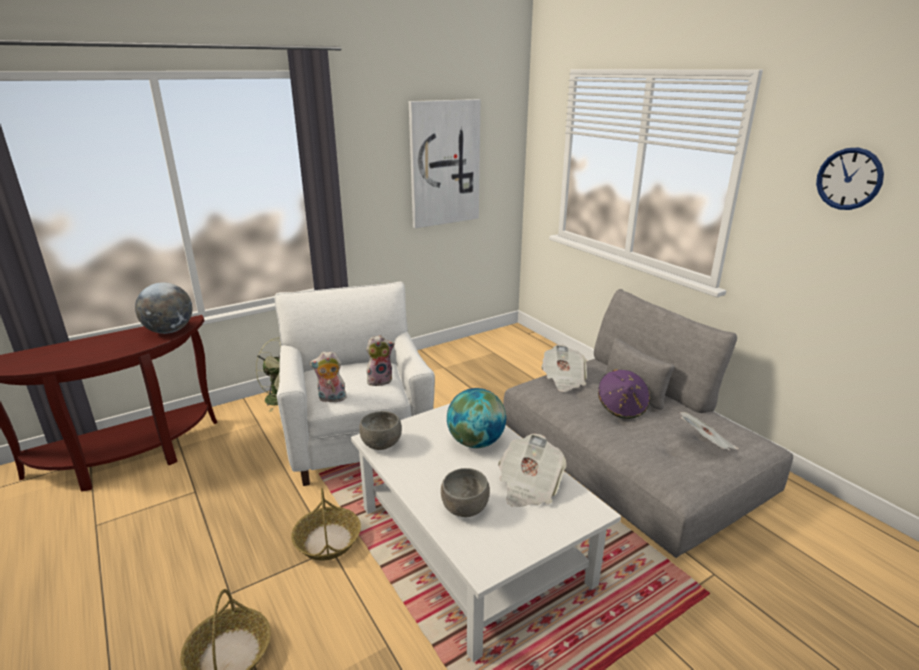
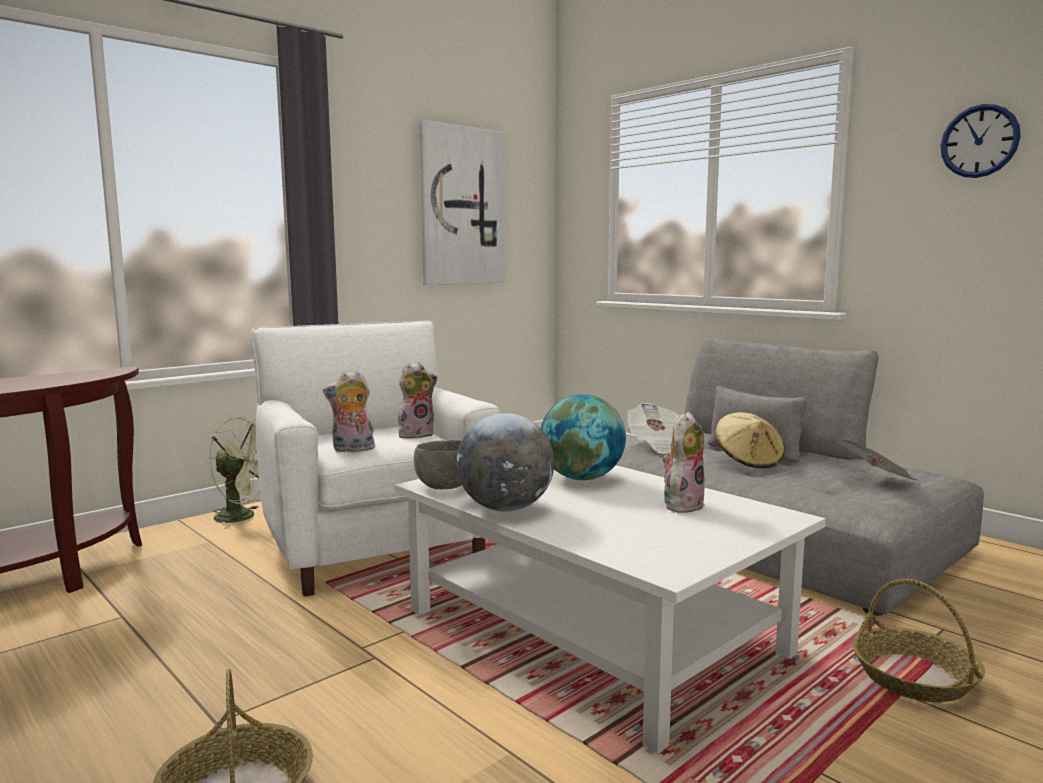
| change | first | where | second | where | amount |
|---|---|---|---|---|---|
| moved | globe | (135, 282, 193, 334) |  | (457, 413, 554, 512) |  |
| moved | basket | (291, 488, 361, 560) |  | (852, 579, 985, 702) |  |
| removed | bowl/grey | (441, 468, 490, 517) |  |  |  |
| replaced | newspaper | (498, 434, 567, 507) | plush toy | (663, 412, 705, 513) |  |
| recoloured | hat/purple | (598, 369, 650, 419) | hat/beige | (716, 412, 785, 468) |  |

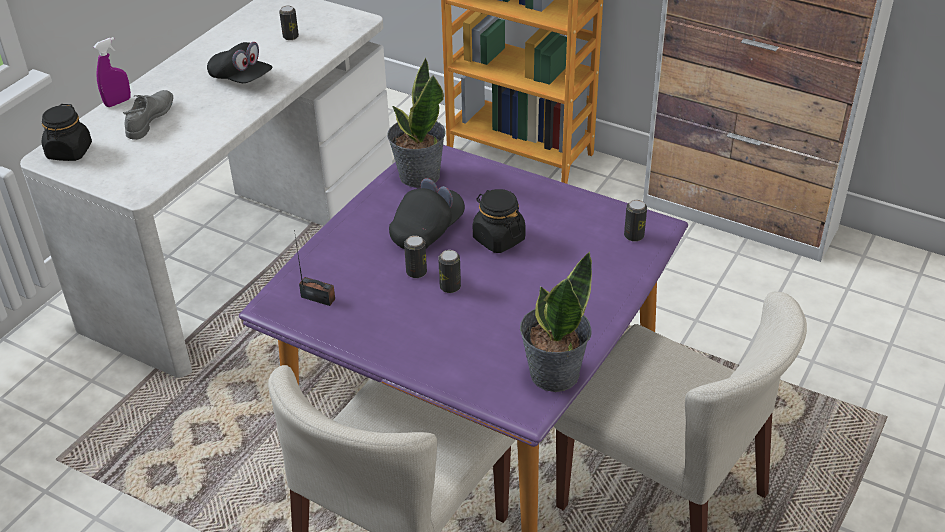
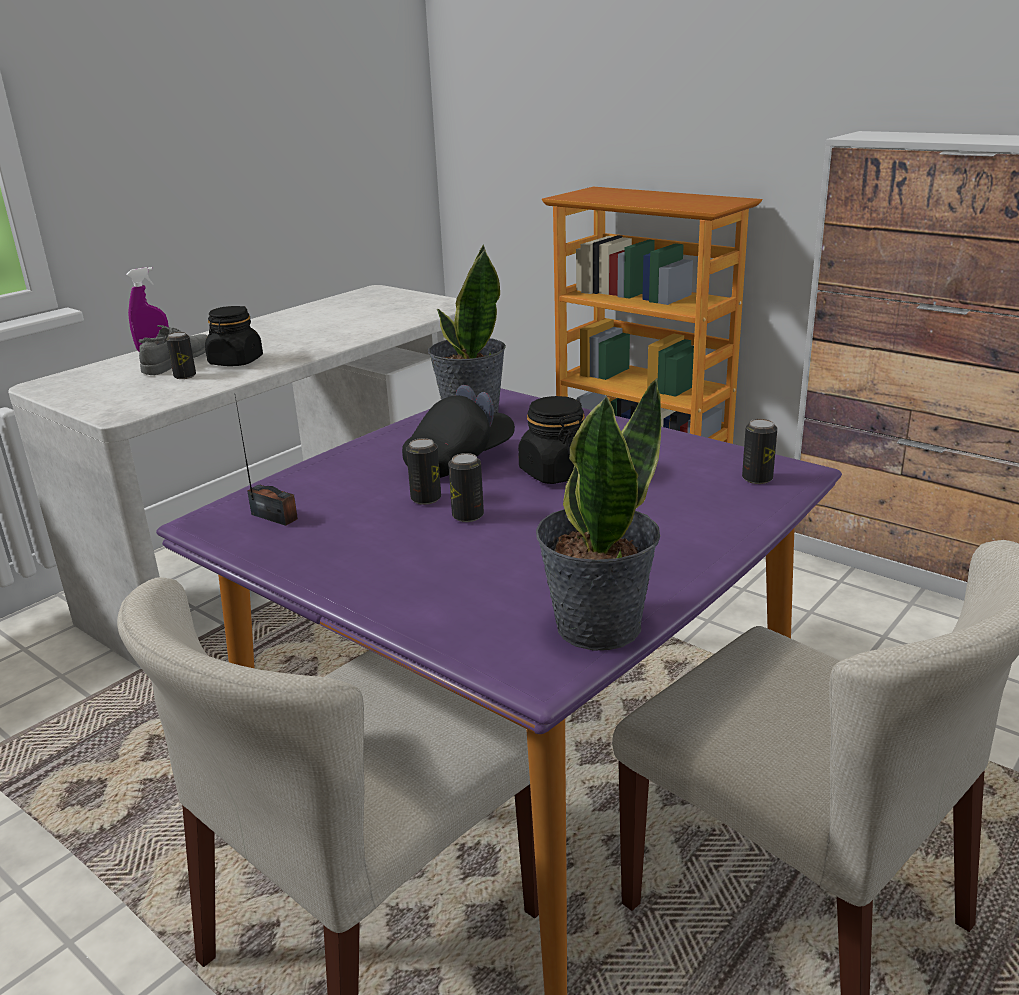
| change | first | where | second | where | amount |
|---|---|---|---|---|---|
| moved | jar/black | (42, 104, 92, 161) |  | (205, 306, 263, 366) |  |
| removed | cap/black | (207, 42, 273, 83) |  |  |  |
| moved | can | (279, 6, 299, 40) |  | (166, 332, 196, 379) |  |

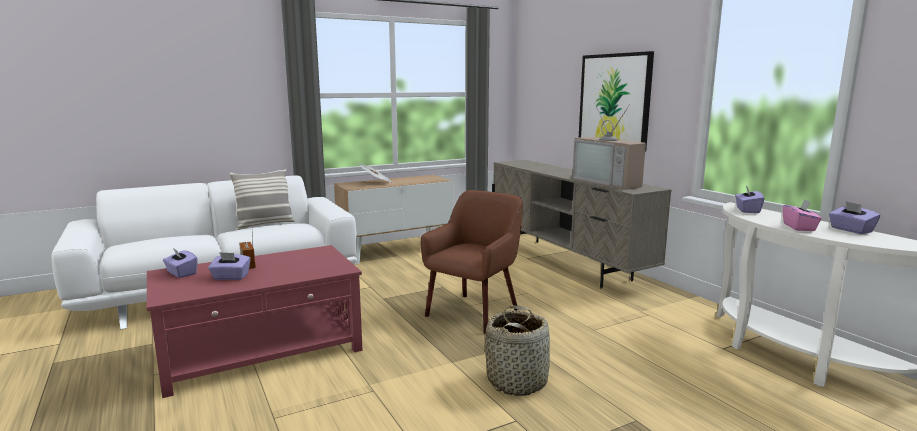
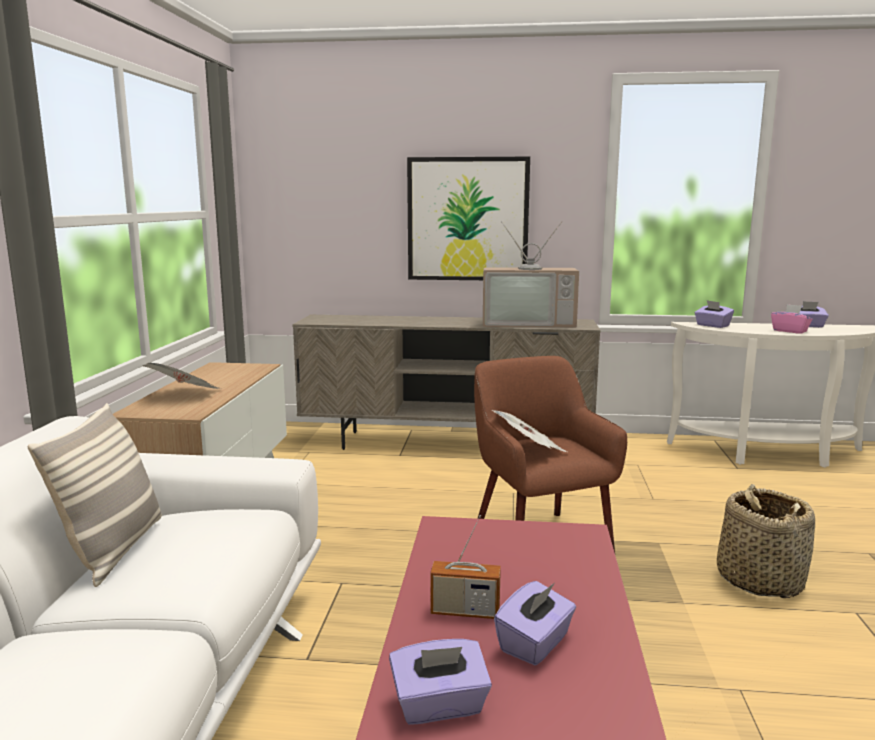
| change | first | where | second | where | amount |
|---|---|---|---|---|---|
| added |  |  | newspaper | (492, 410, 567, 452) |  |

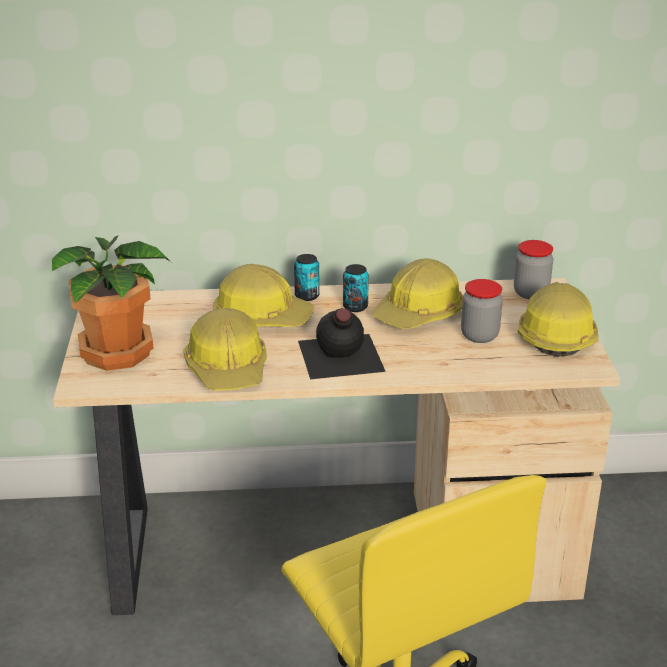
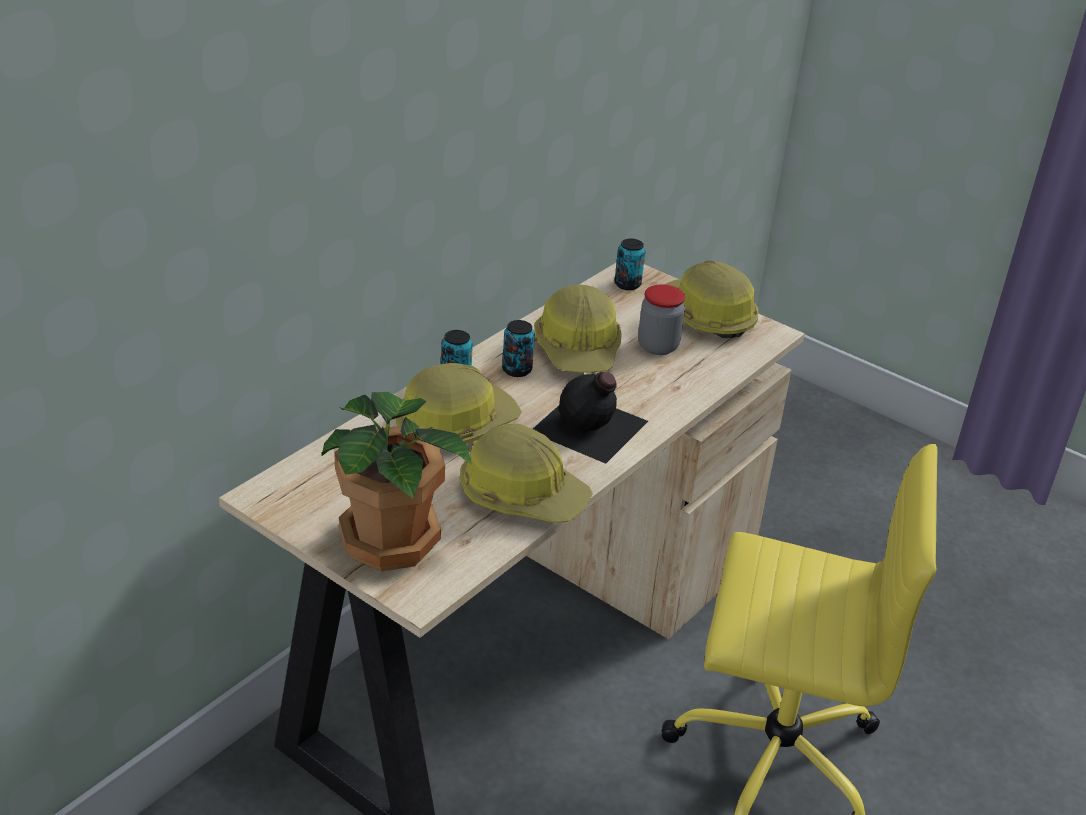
| change | first | where | second | where | amount |
|---|---|---|---|---|---|
| replaced | jar | (514, 240, 553, 299) | can | (615, 239, 645, 290) |  |

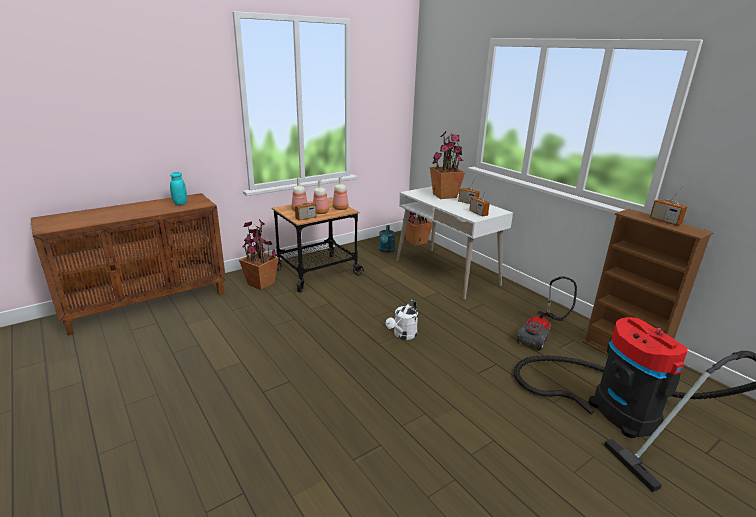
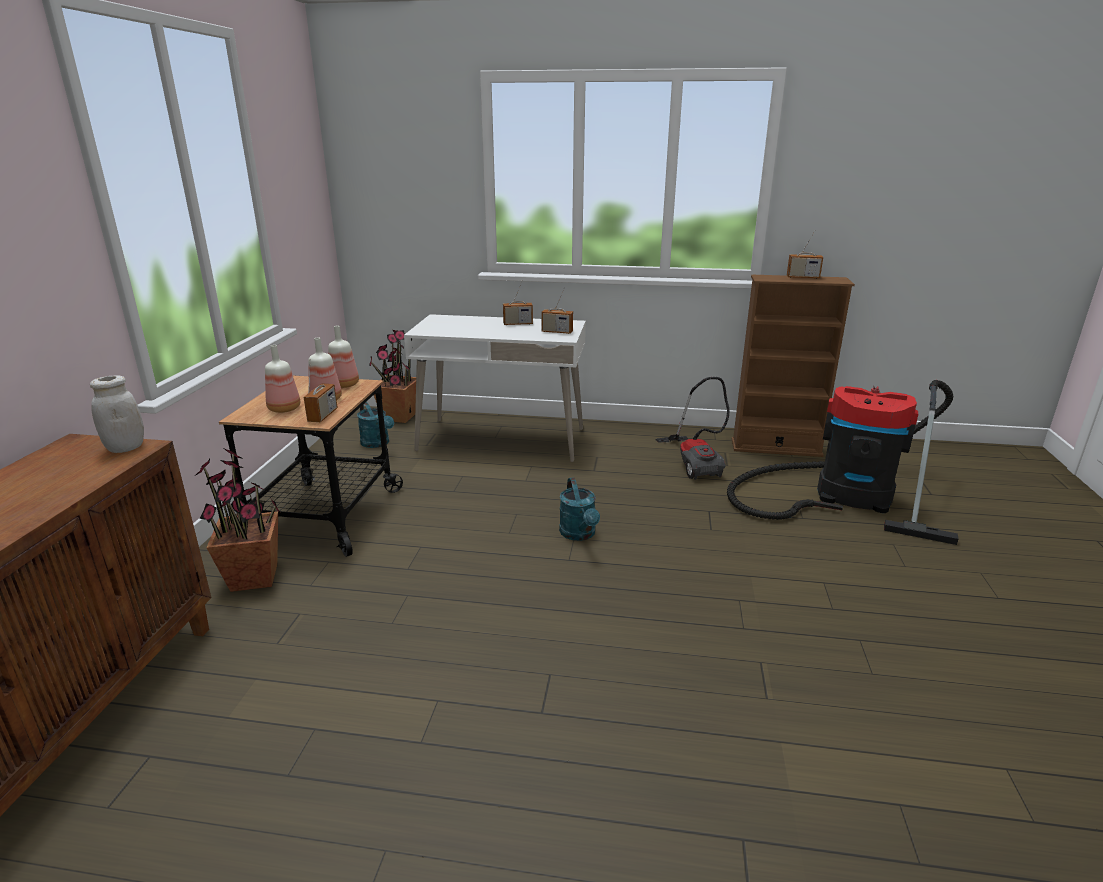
| change | first | where | second | where | amount |
|---|---|---|---|---|---|
| removed | jar/turquoise | (170, 172, 187, 205) |  |  |  |
| recoloured | watering can/white | (386, 300, 418, 340) | watering can/turquoise | (559, 478, 600, 541) |  |
| removed | potted plant | (430, 131, 465, 199) |  |  |  |
| added |  |  | jar/white | (90, 375, 144, 453) |  |

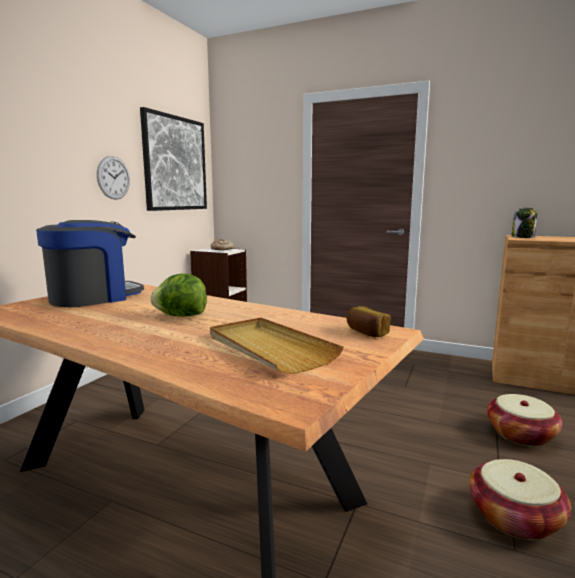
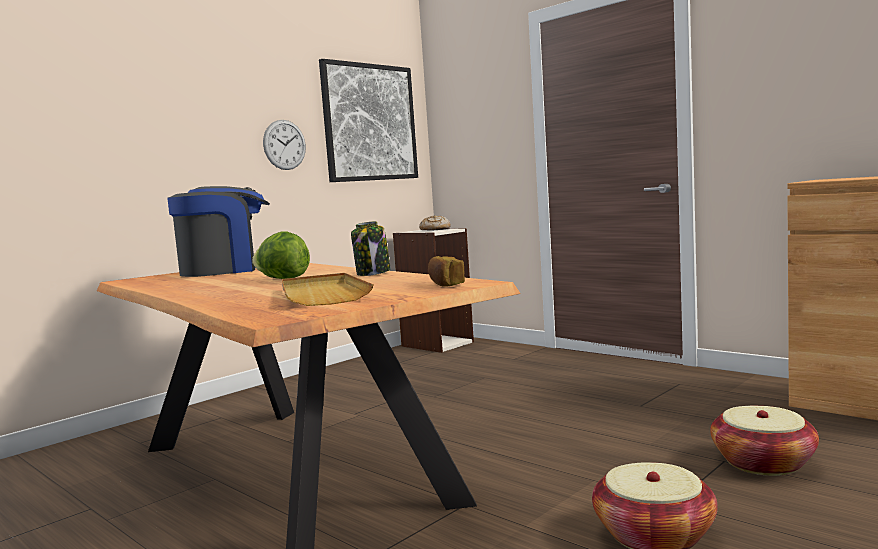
| change | first | where | second | where | amount |
|---|---|---|---|---|---|
| moved | jar | (512, 208, 537, 238) |  | (351, 221, 391, 276) |  |

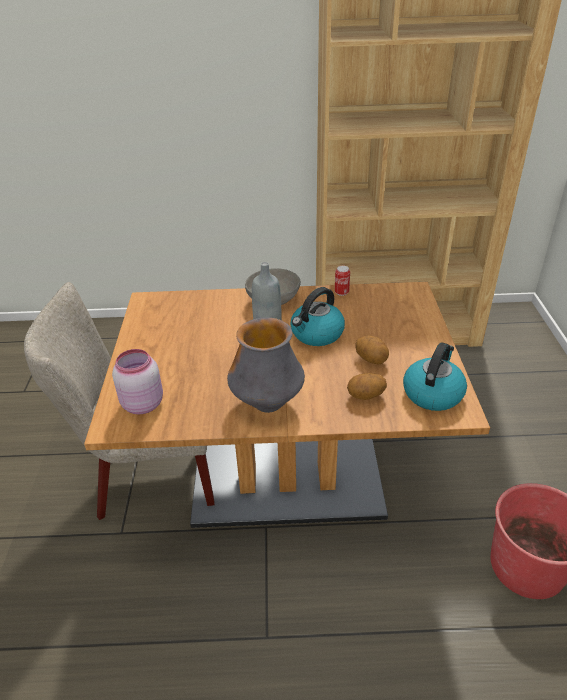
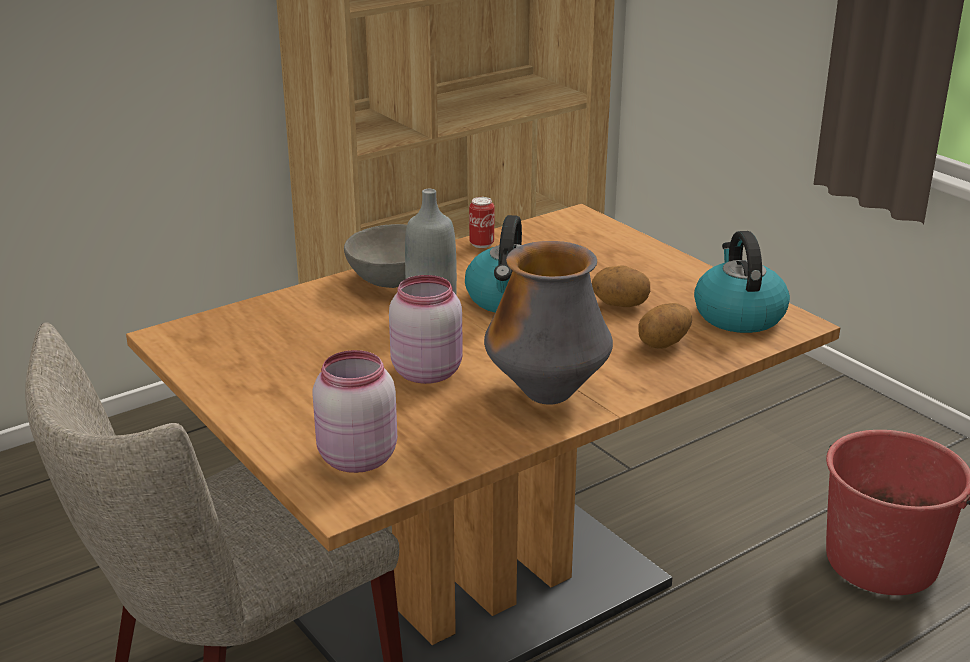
| change | first | where | second | where | amount |
|---|---|---|---|---|---|
| added |  |  | jar/pink | (389, 275, 463, 384) |  |

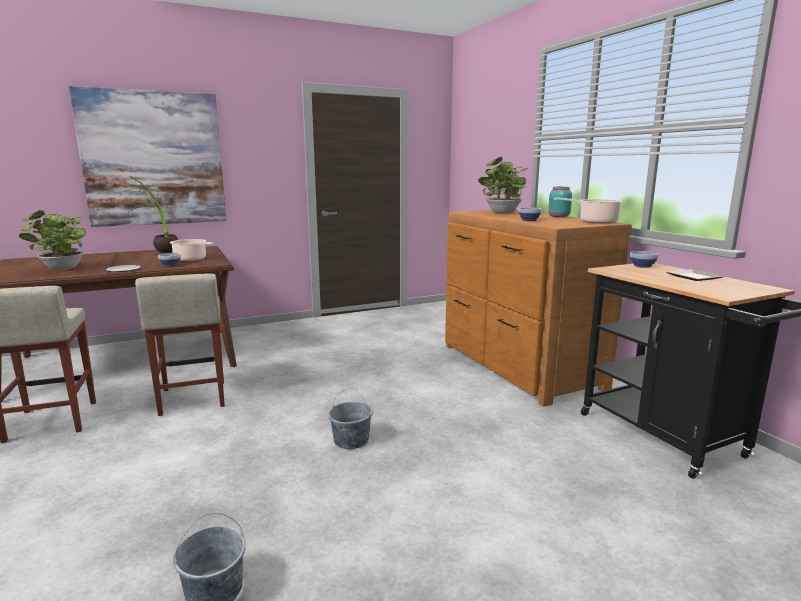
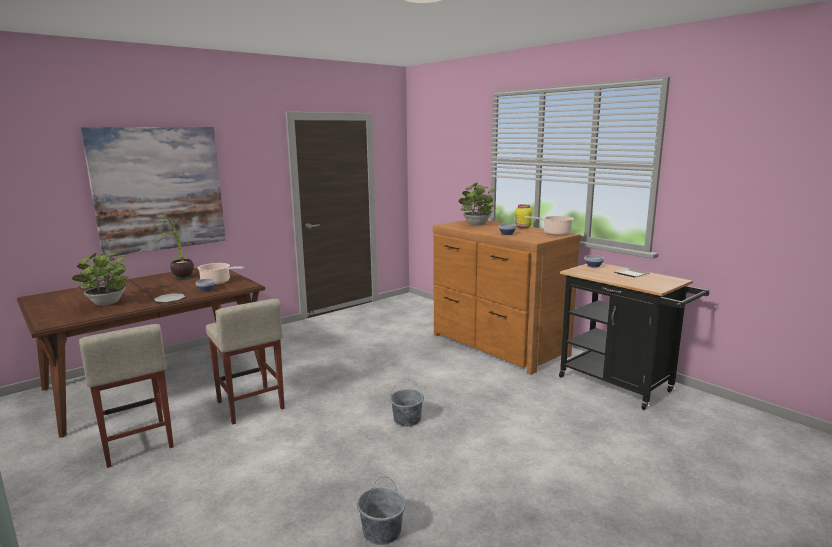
| change | first | where | second | where | amount |
|---|---|---|---|---|---|
| recoloured | jar/turquoise | (548, 187, 572, 217) | jar/yellow | (515, 204, 532, 229) |  |

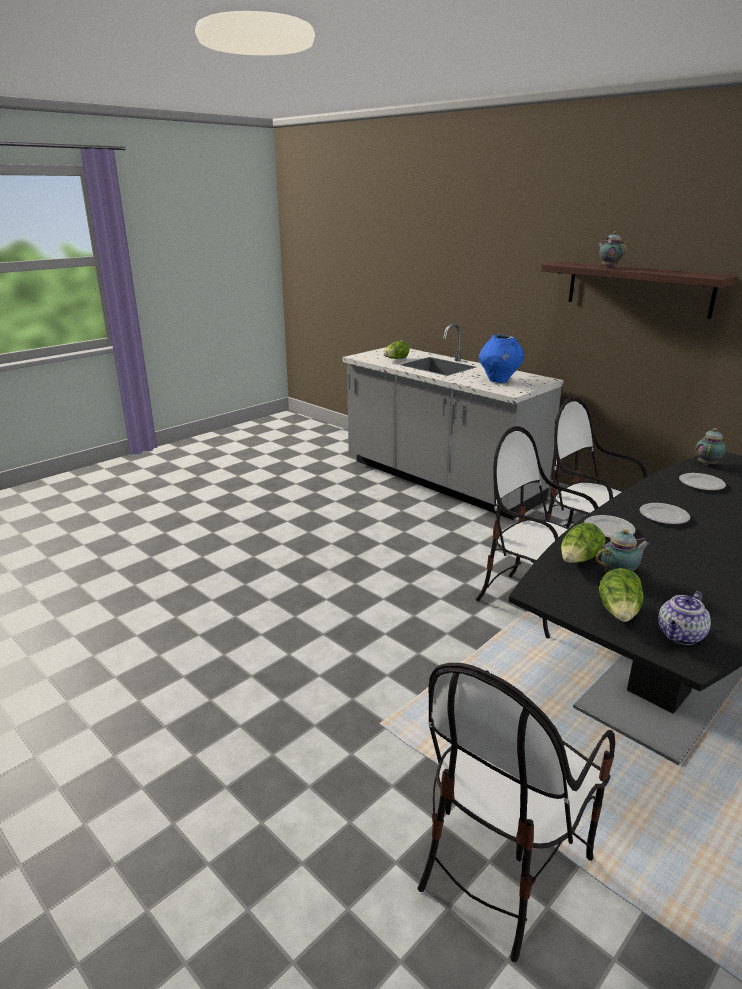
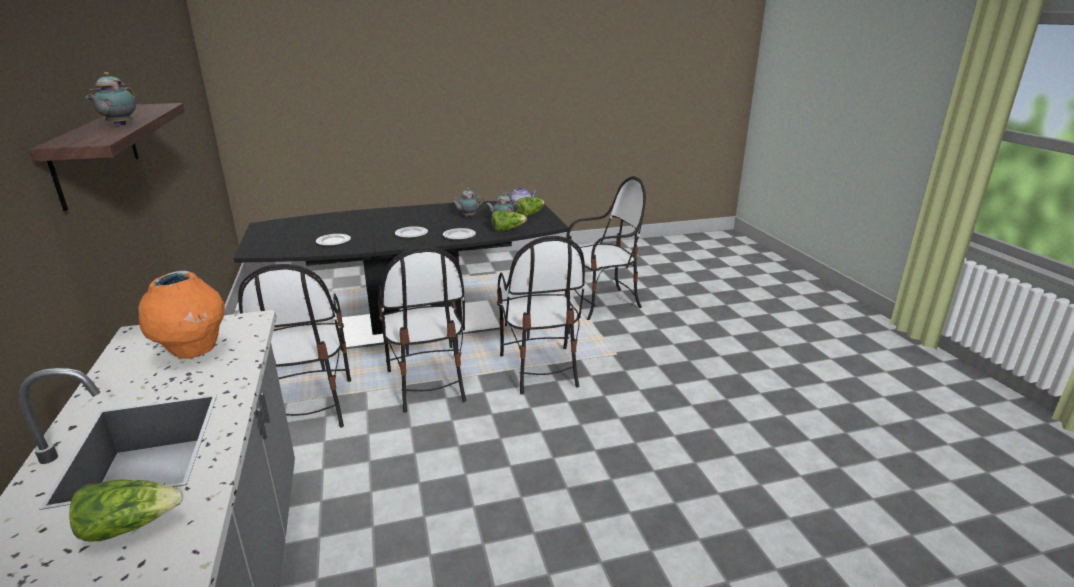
| change | first | where | second | where | amount |
|---|---|---|---|---|---|
| recoloured | vase/blue | (479, 334, 524, 383) | vase/orange | (138, 271, 225, 359) |  |
| moved | teapot | (695, 428, 726, 466) |  | (451, 188, 484, 217) |  |
| added |  |  | chair | (497, 236, 585, 395) |  |

